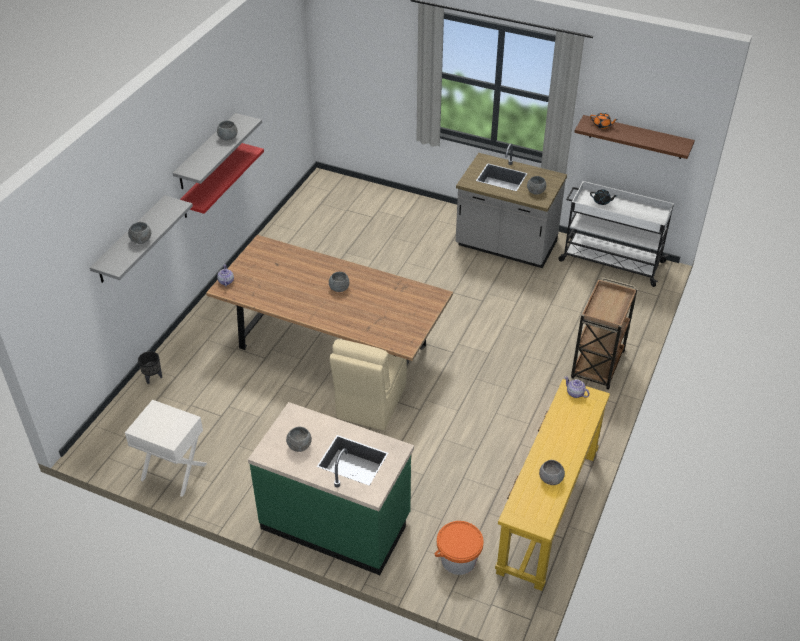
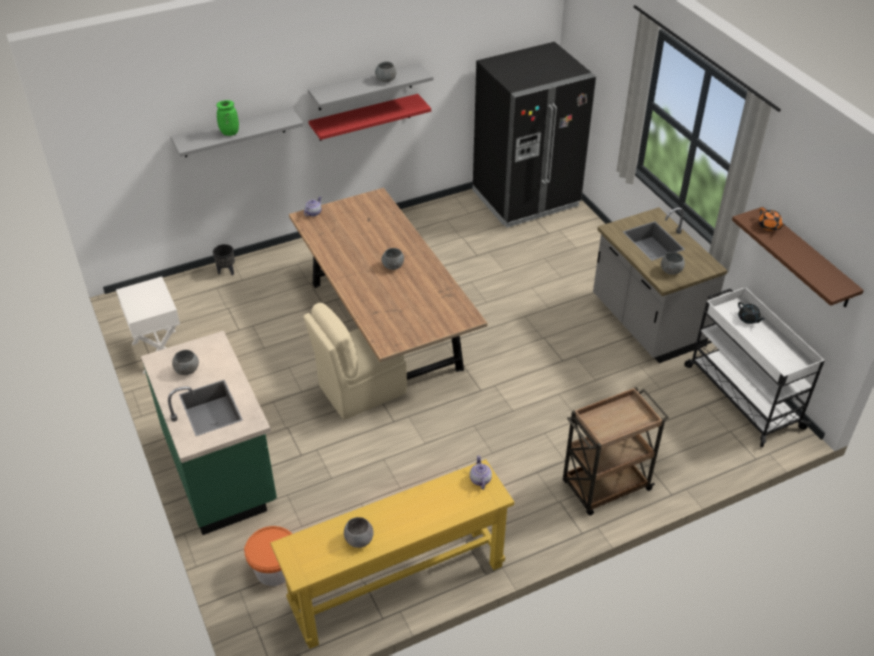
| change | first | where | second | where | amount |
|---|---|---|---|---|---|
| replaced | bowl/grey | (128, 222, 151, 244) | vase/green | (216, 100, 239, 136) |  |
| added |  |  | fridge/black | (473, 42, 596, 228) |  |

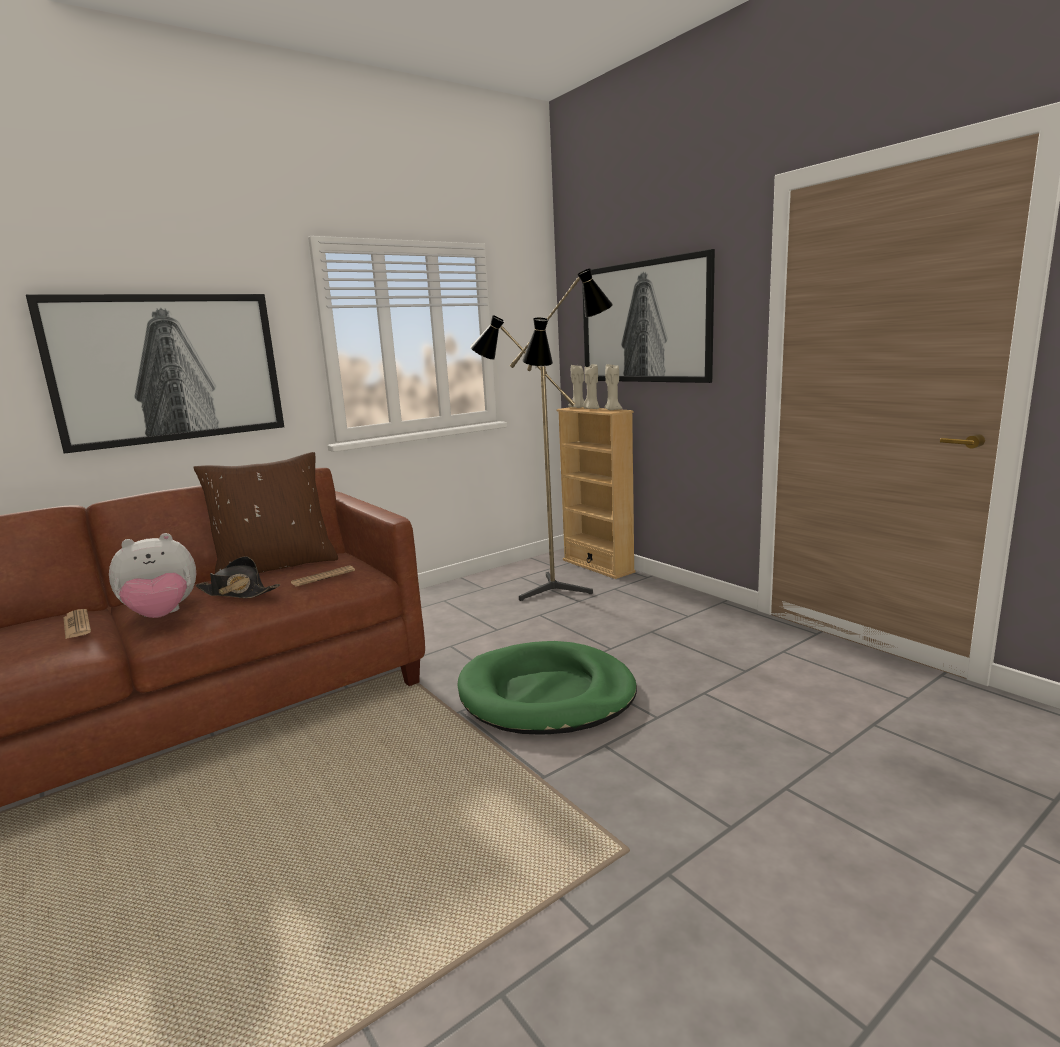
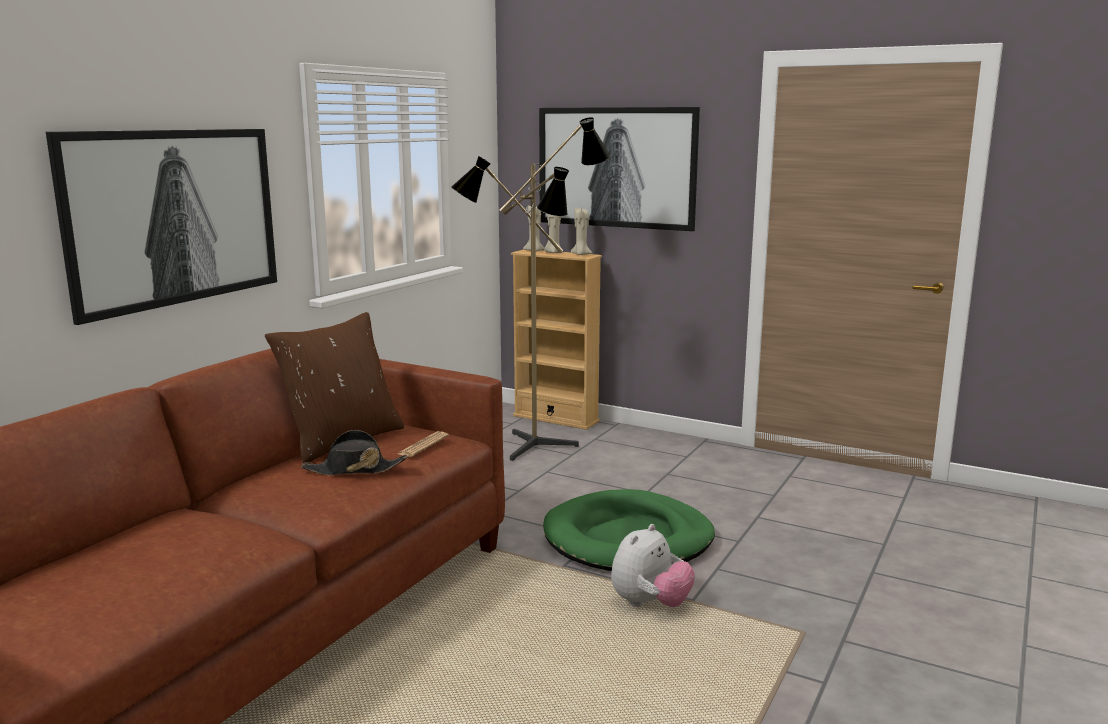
| change | first | where | second | where | amount |
|---|---|---|---|---|---|
| removed | newspaper | (63, 609, 91, 639) |  |  |  |
| moved | plush toy | (109, 533, 196, 618) |  | (611, 524, 695, 607) |  |

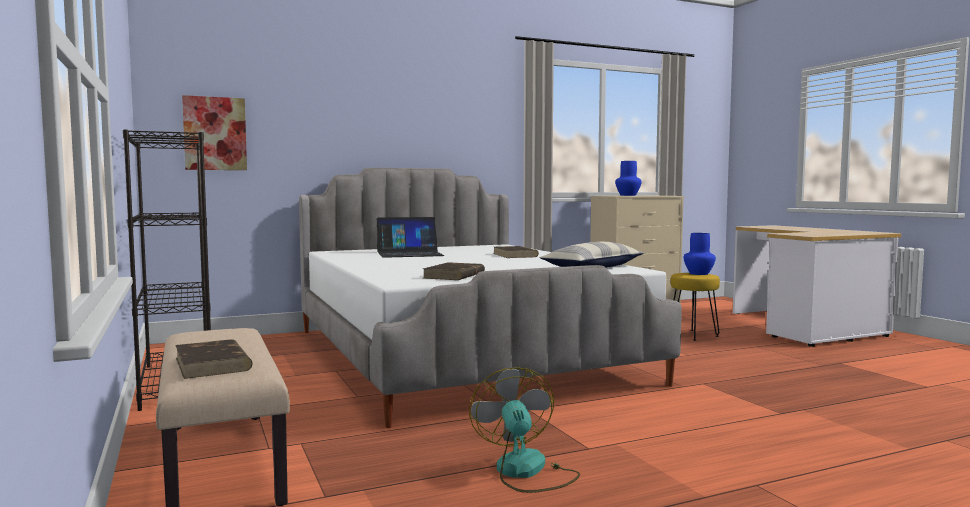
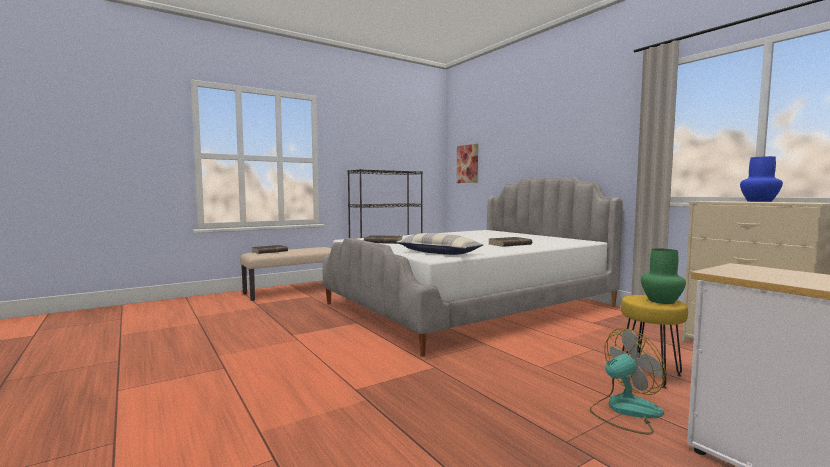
| change | first | where | second | where | amount |
|---|---|---|---|---|---|
| removed | laptop | (377, 217, 444, 258) |  |  |  |
| moved | fan | (469, 367, 580, 493) |  | (590, 328, 666, 434) |  |
| recoloured | vase/blue | (684, 233, 716, 275) | vase/green | (641, 248, 686, 304) |  |

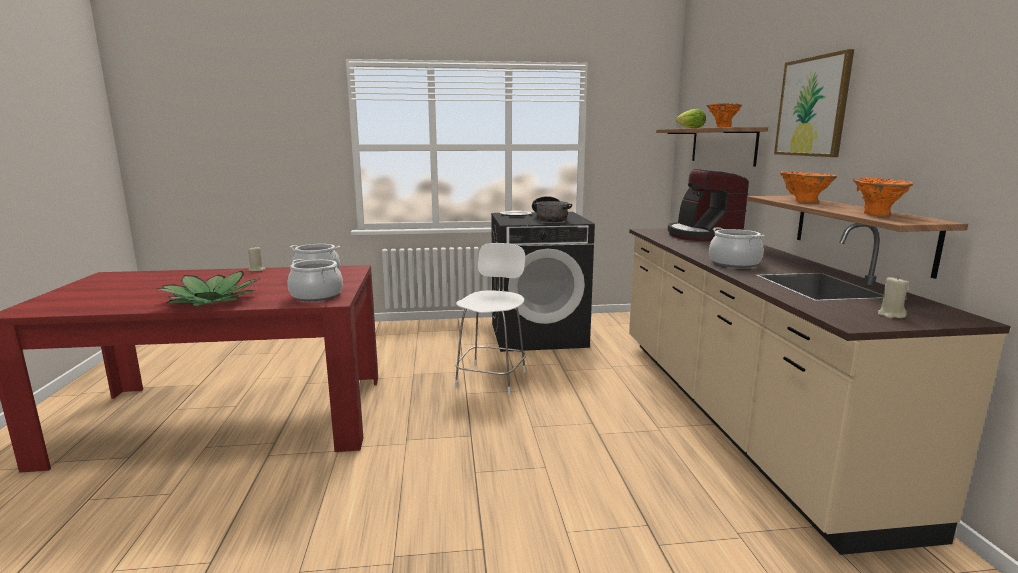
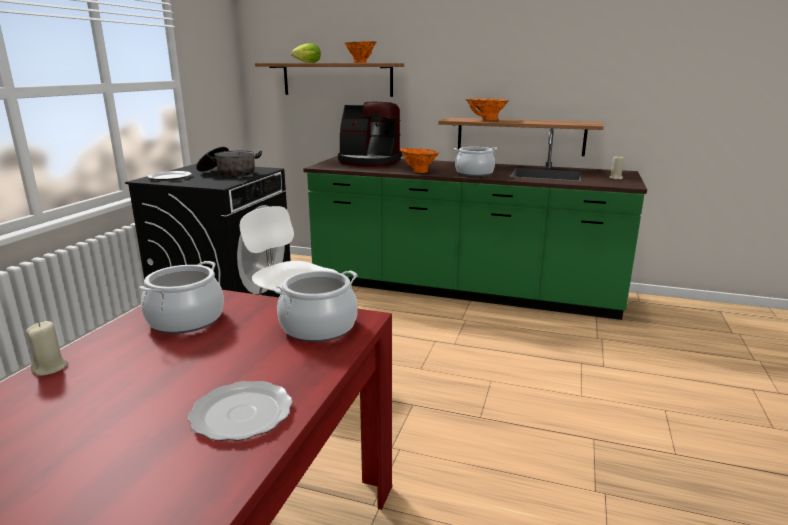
| change | first | where | second | where | amount |
|---|---|---|---|---|---|
| replaced | potted plant | (156, 271, 259, 306) | plate | (188, 381, 293, 441) |  |
| recoloured | counter/beige | (629, 223, 1011, 555) | counter/green | (303, 128, 647, 320) |  |
| removed | picture | (774, 49, 854, 157) |  |  |  |
| moved | vase/orange | (853, 178, 914, 216) |  | (400, 148, 439, 173) |  |

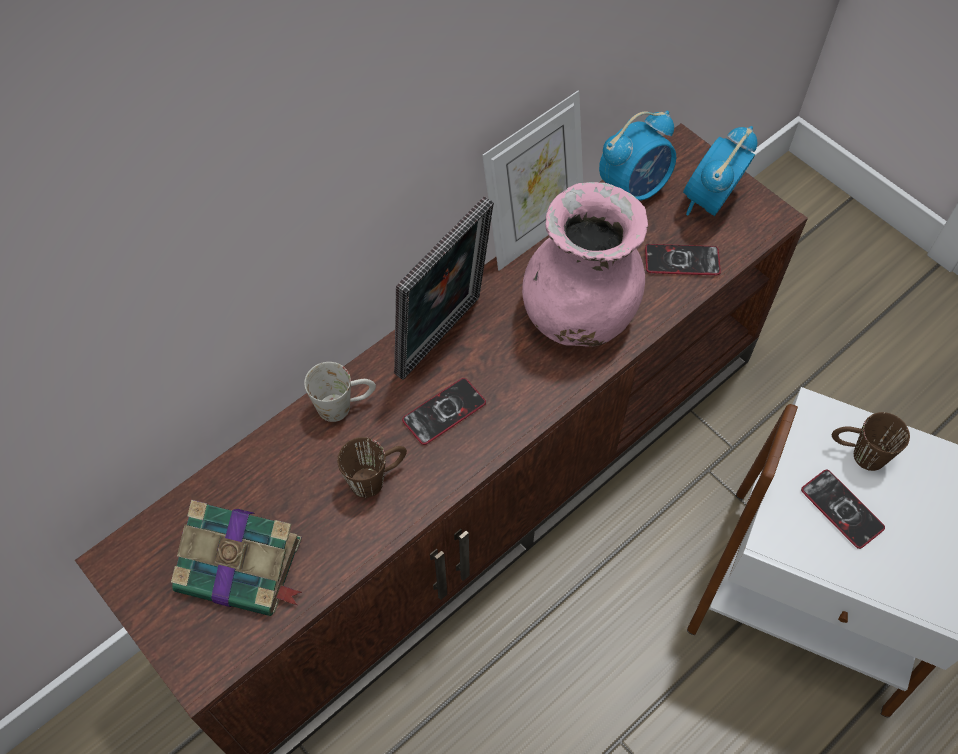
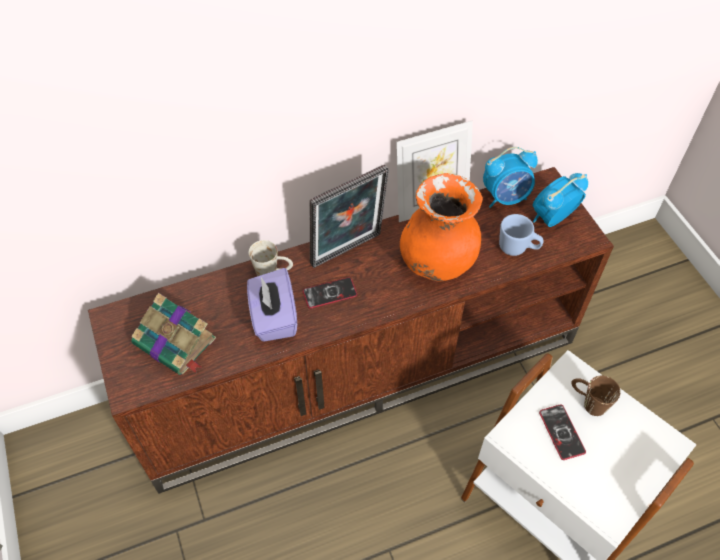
| change | first | where | second | where | amount |
|---|---|---|---|---|---|
| replaced | mug/brown | (337, 437, 407, 498) | tissue box/purple | (247, 268, 297, 342) |  |
| recoloured | vase/pink | (522, 182, 648, 347) | vase/orange | (400, 173, 483, 281) |  |
| replaced | phone | (645, 244, 721, 275) | mug/blue | (499, 214, 544, 256) |  |

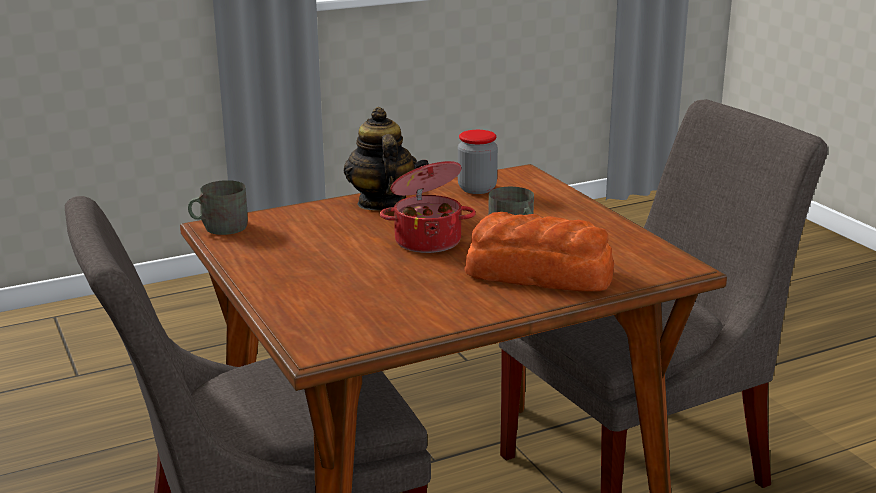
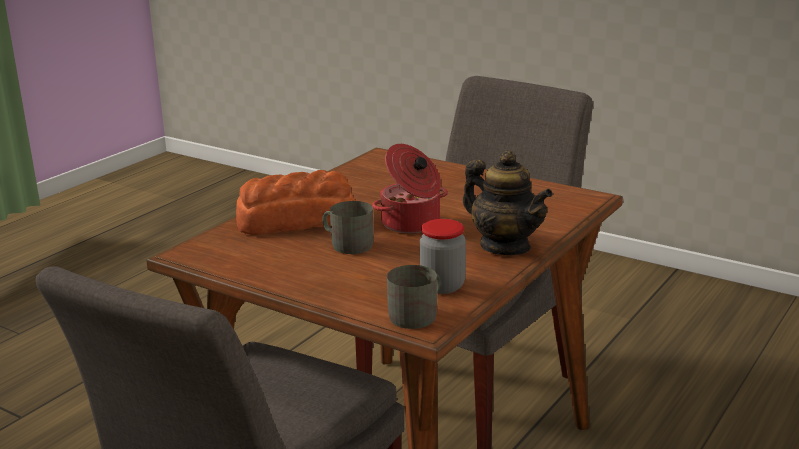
| change | first | where | second | where | amount |
|---|---|---|---|---|---|
| moved | mug/grey | (188, 180, 248, 235) |  | (387, 265, 441, 329) |  |

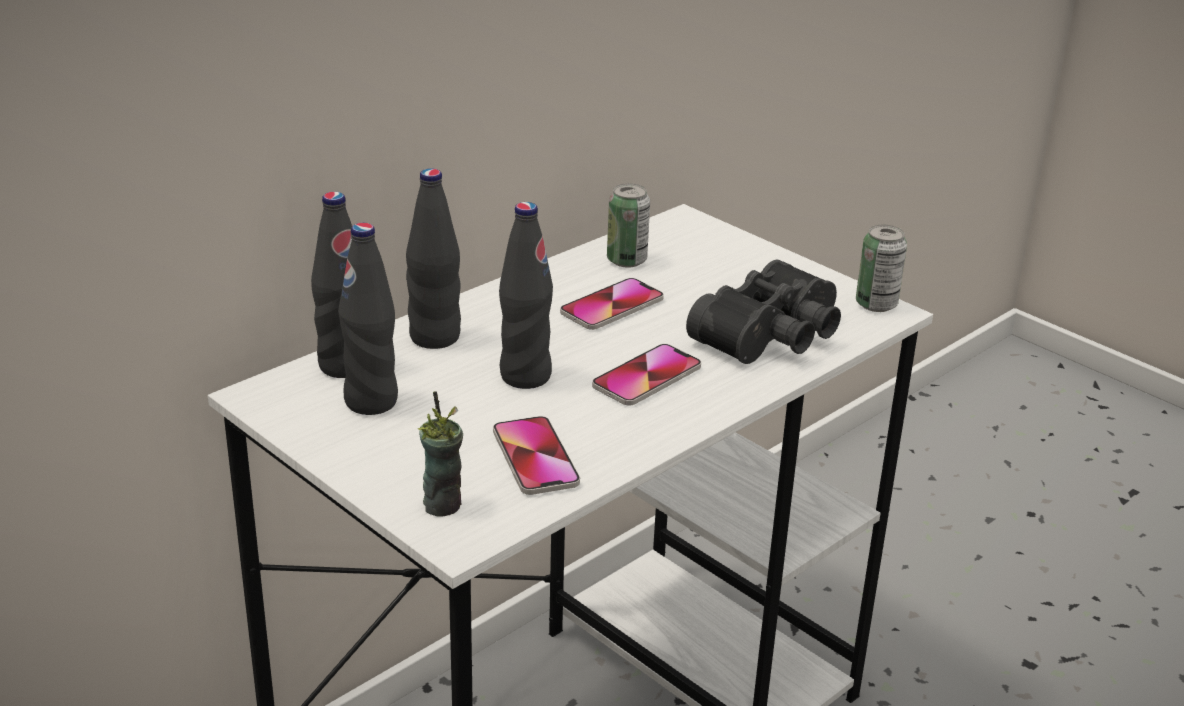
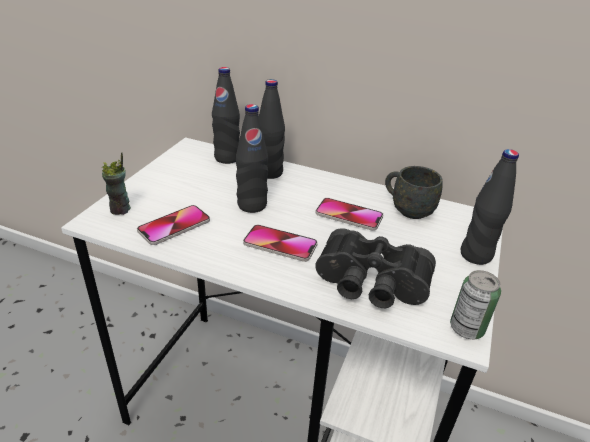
| change | first | where | second | where | amount |
|---|---|---|---|---|---|
| moved | bottle/black | (338, 223, 398, 415) |  | (461, 149, 519, 265) |  |
| replaced | can | (607, 183, 650, 267) | mug/grey | (385, 166, 443, 219) |  |

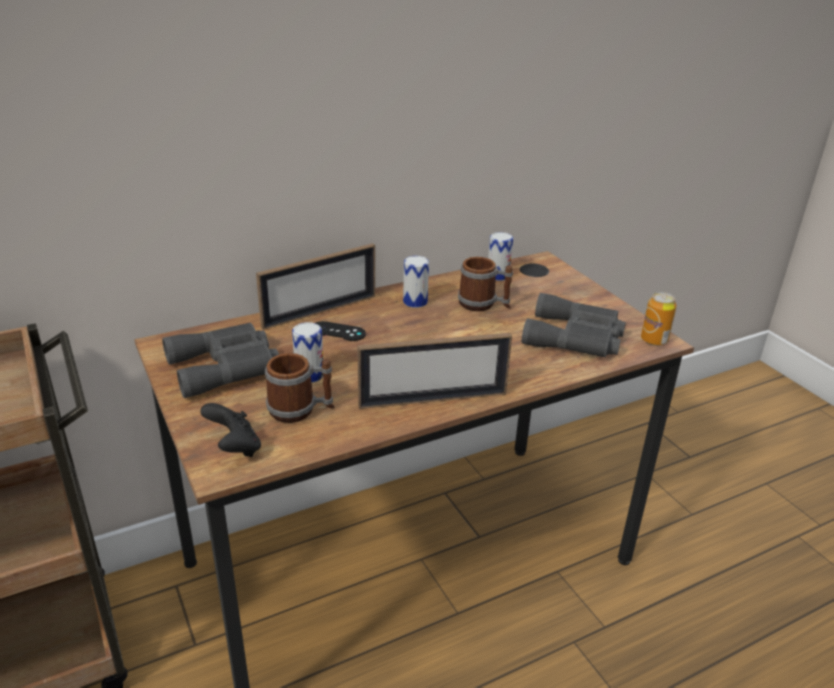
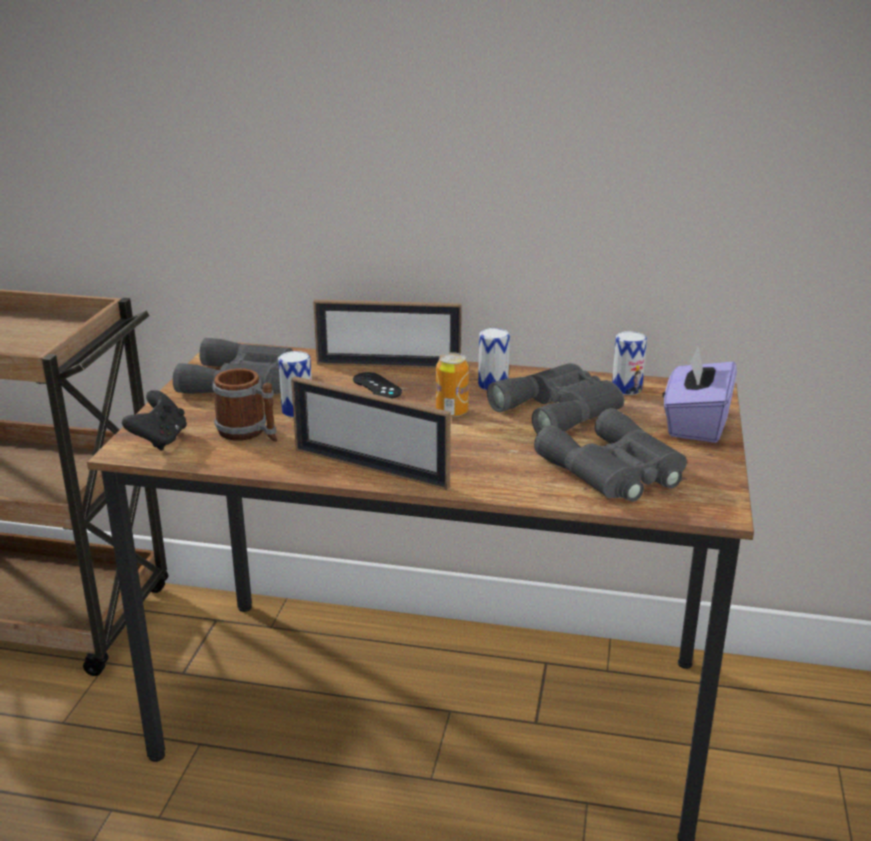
| change | first | where | second | where | amount |
|---|---|---|---|---|---|
| replaced | mug | (458, 257, 513, 311) | binoculars/grey | (487, 363, 624, 434) |  |
| moved | can | (641, 292, 676, 346) |  | (436, 352, 469, 417) |  |
| added |  |  | tissue box/purple | (664, 346, 737, 443) |  |

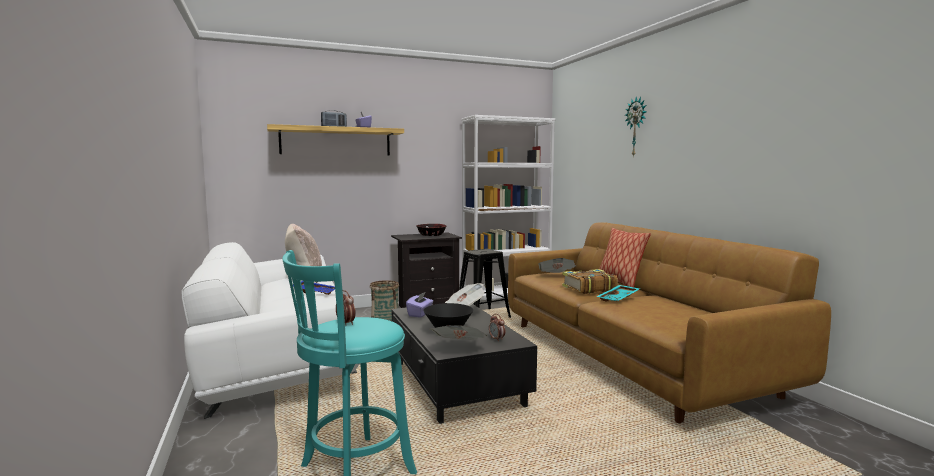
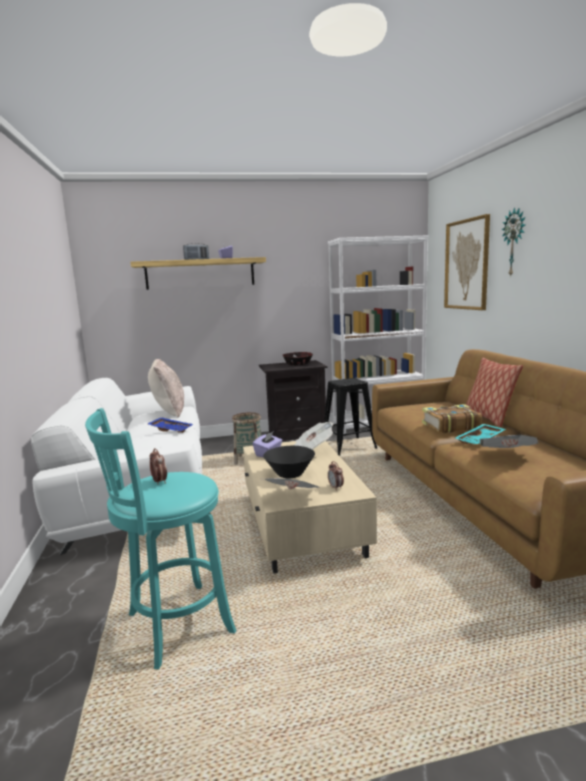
| change | first | where | second | where | amount |
|---|---|---|---|---|---|
| recoloured | coffee table/black | (392, 304, 537, 424) | coffee table/beige | (243, 441, 377, 574) |  |
| moved | newspaper | (538, 258, 576, 273) |  | (480, 435, 538, 448) |  |
| added |  |  | picture | (444, 214, 490, 310) |  |

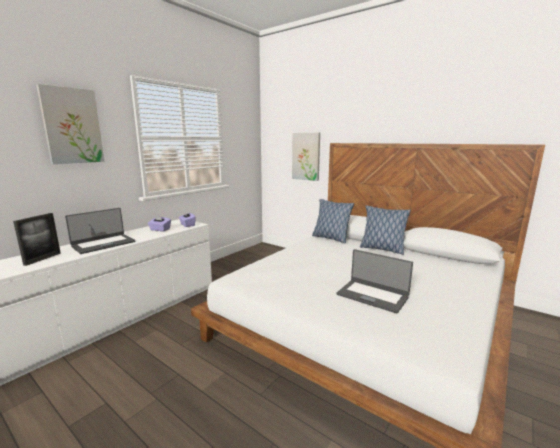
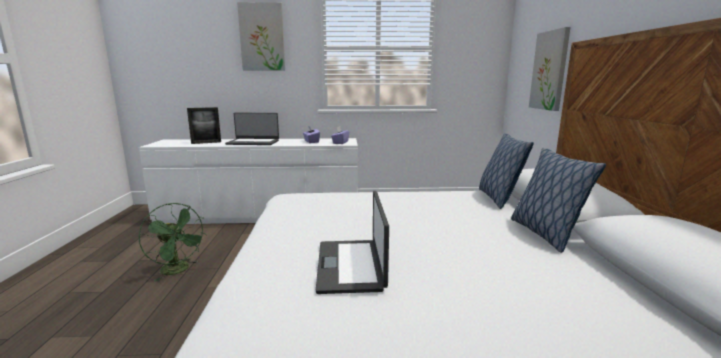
| change | first | where | second | where | amount |
|---|---|---|---|---|---|
| added |  |  | fan/green | (139, 203, 207, 281) |  |

